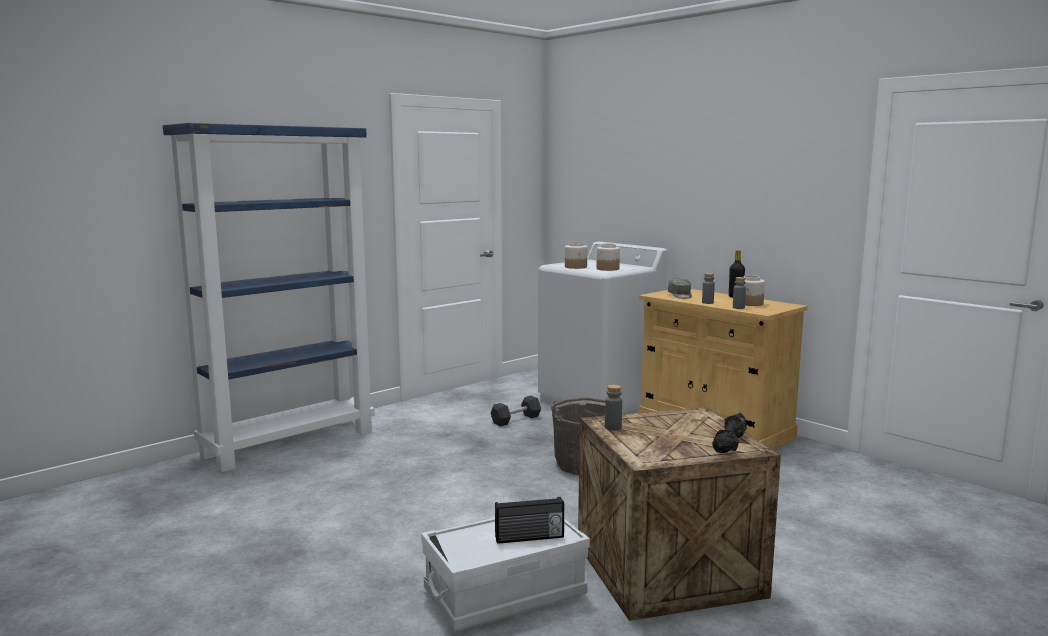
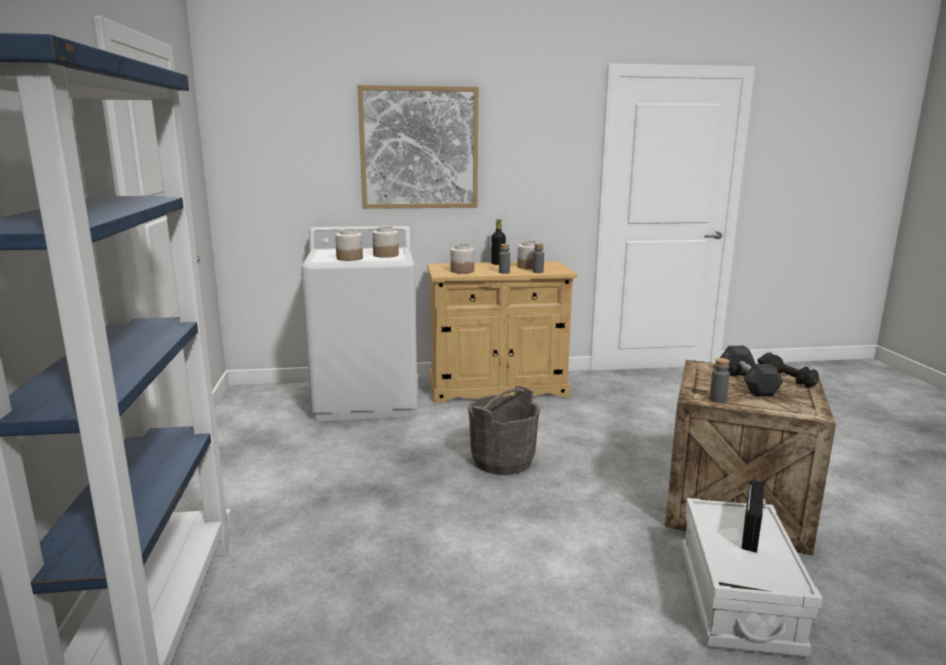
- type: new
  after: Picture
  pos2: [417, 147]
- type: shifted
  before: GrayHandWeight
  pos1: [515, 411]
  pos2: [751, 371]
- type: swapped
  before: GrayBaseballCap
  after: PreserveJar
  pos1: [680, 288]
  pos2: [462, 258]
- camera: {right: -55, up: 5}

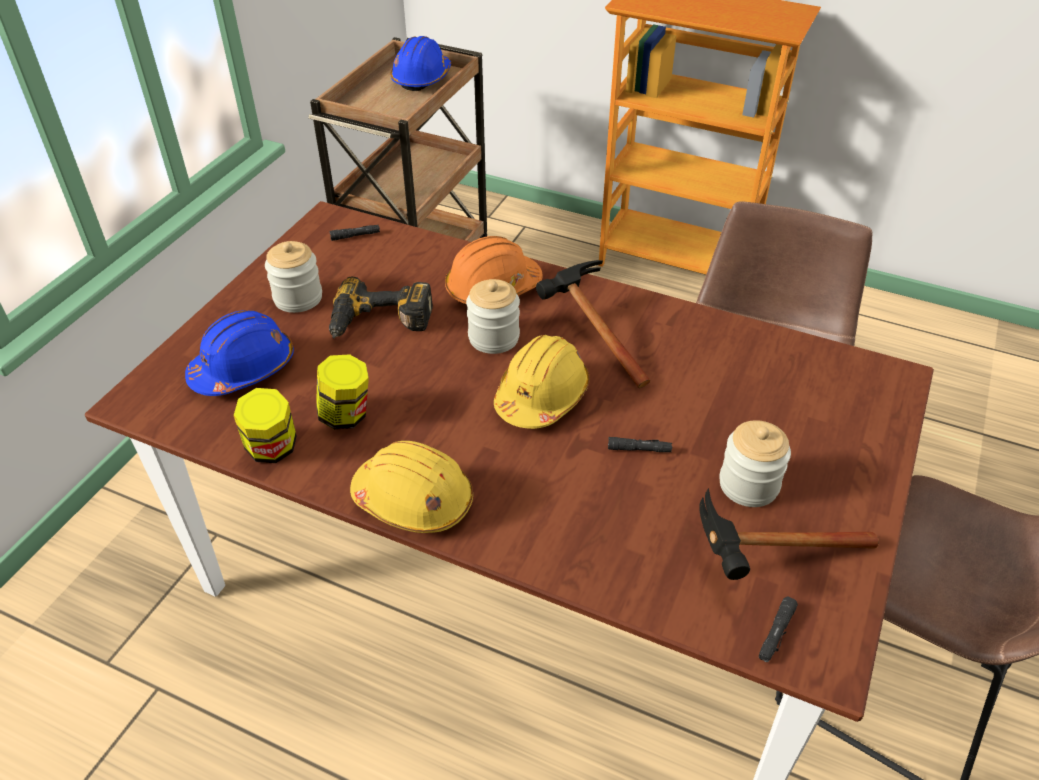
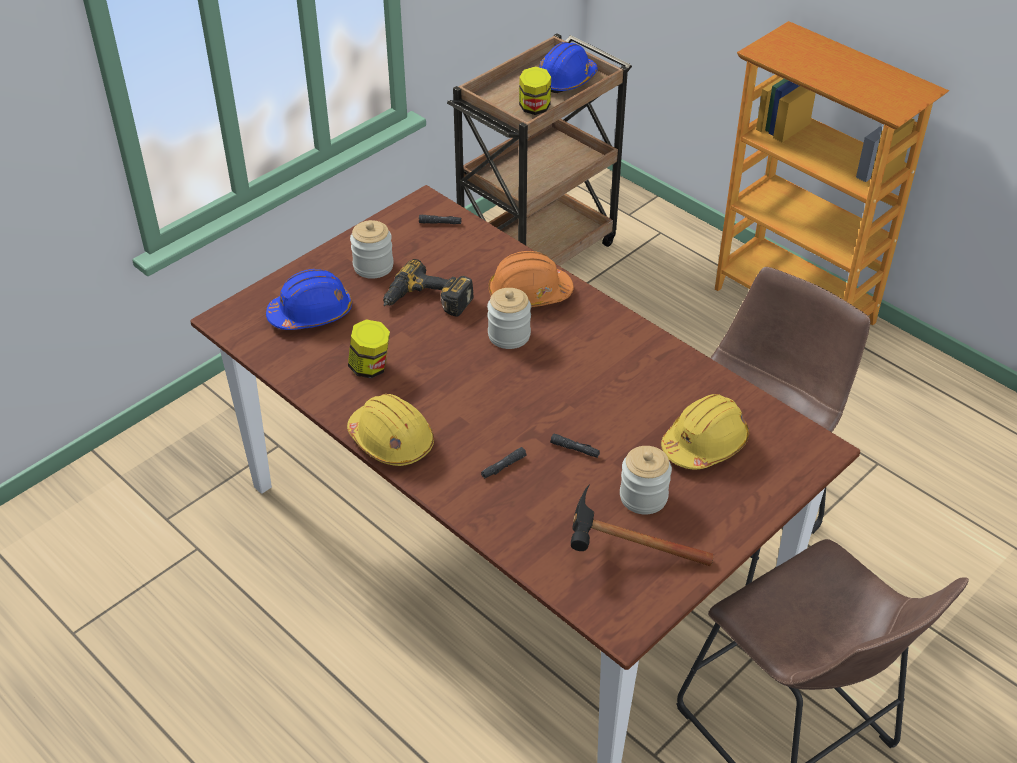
- type: gone
  before: Hammer
  pos1: [593, 324]
- type: shifted
  before: PreserveJar
  pos1: [265, 425]
  pos2: [535, 90]
- type: shifted
  before: YellowSafetyHelmet
  pos1: [542, 382]
  pos2: [705, 431]
- type: shifted
  before: BlackColouredFlashlight
  pos1: [778, 629]
  pos2: [504, 463]
- camera: {right: 20, up: 0}

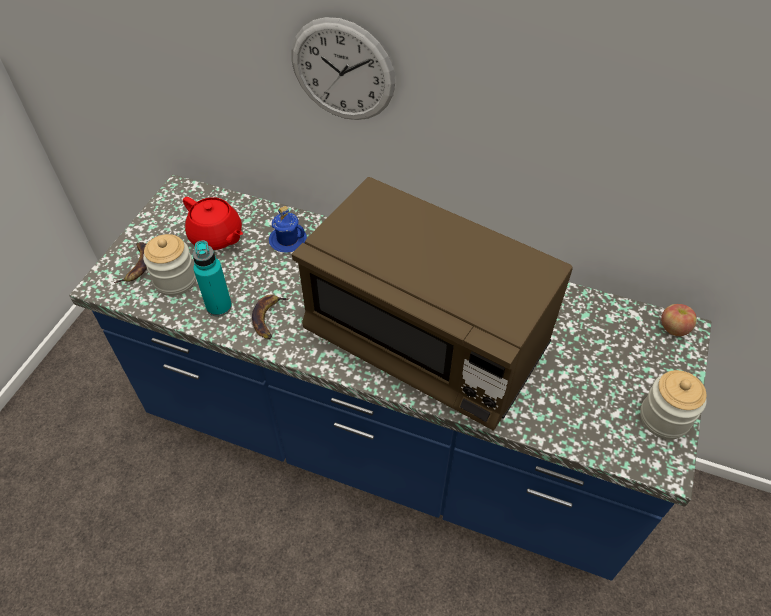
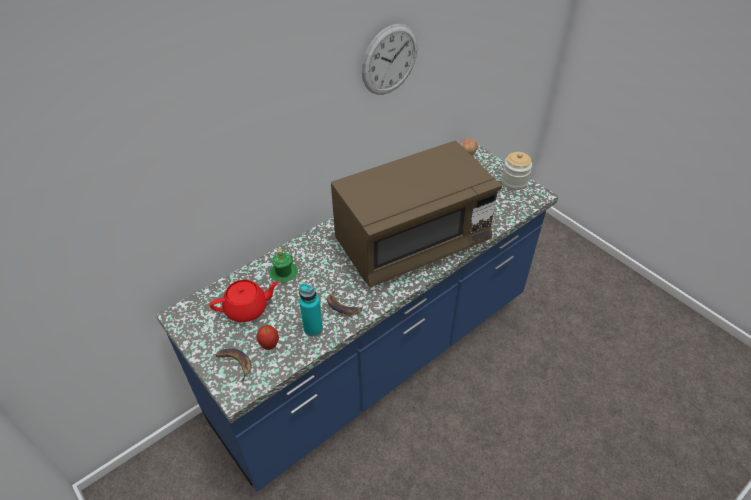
- type: shifted
  before: ClockOnTheWall
  pos1: [343, 68]
  pos2: [389, 59]
- type: swapped
  before: PreserveJar
  after: AppleFruit
  pos1: [169, 265]
  pos2: [268, 337]
- type: repainted
  before: BluishCoffeeMug
  after: GreenishCoffeeMug
  pos1: [288, 229]
  pos2: [283, 265]
- camera: {right: -60, up: -5}

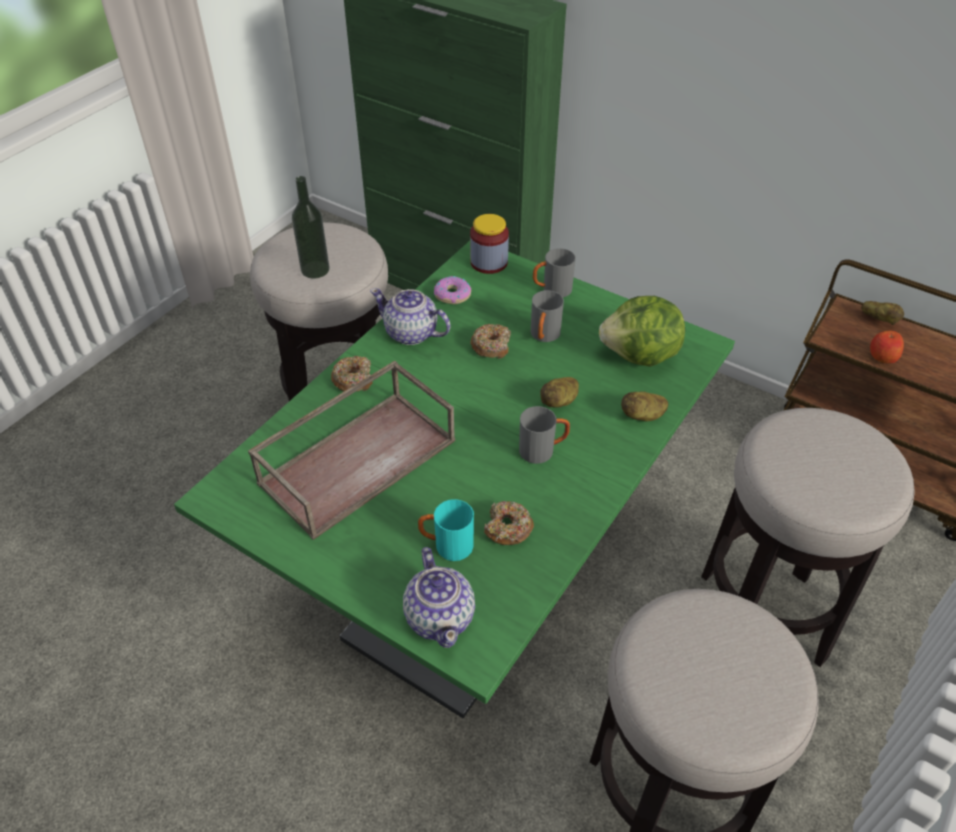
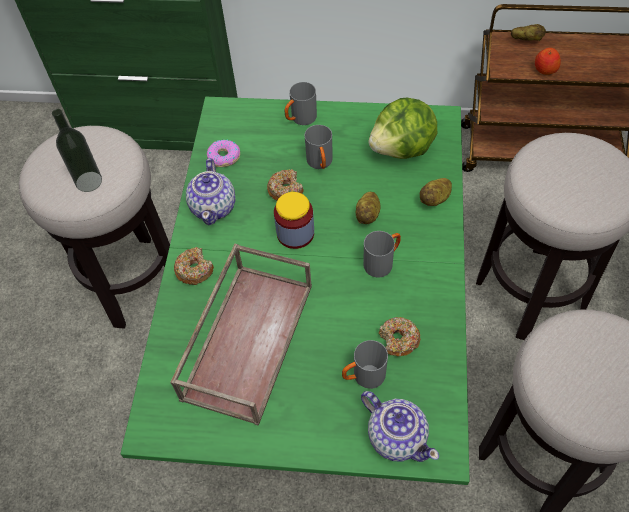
- type: shifted
  before: PreserveJar
  pos1: [489, 244]
  pos2: [294, 220]
- type: repainted
  before: TurquoiseCoffeeMug
  after: GrayCoffeeMug
  pos1: [446, 530]
  pos2: [365, 364]
- type: rotated
  before: Teapot
  pos1: [410, 316]
  pos2: [211, 191]
  turn: -90
- camera: {right: -25, up: 10}

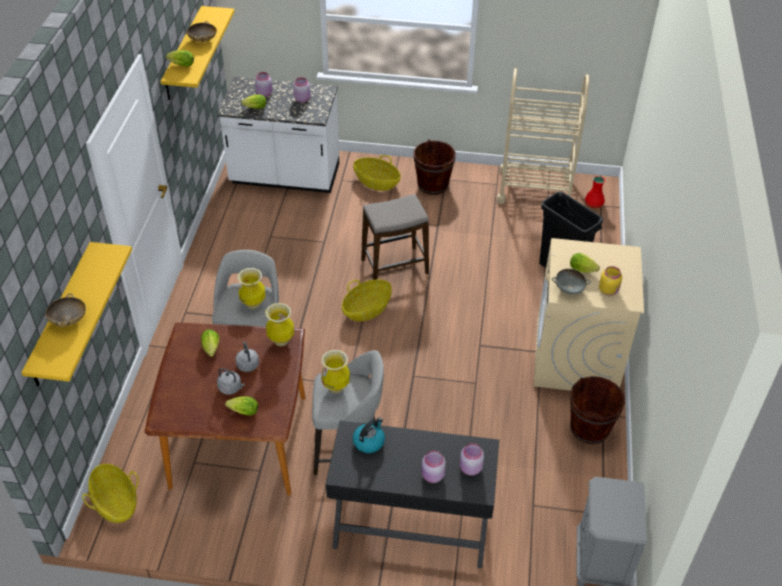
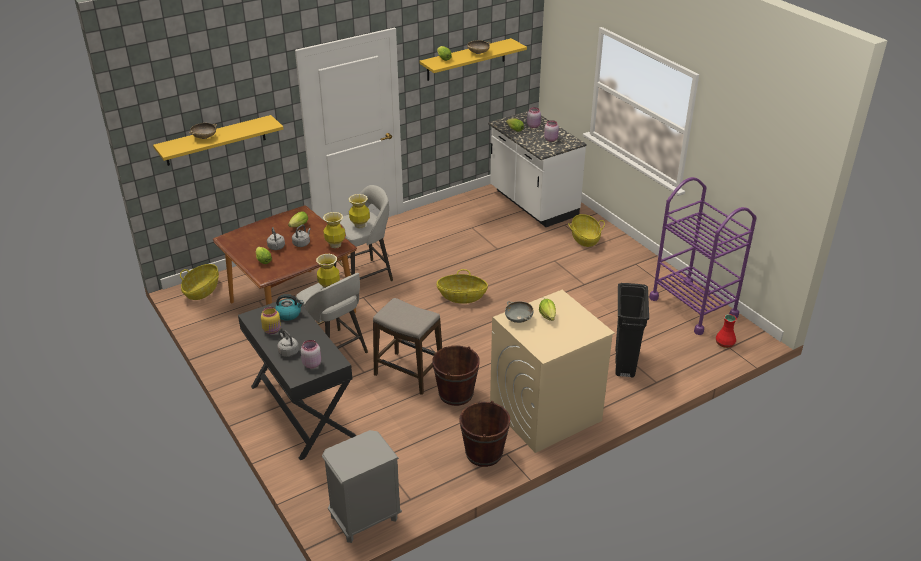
- type: shifted
  before: SittingStool
  pos1: [395, 237]
  pos2: [407, 346]
- type: shifted
  before: BrownishPail
  pos1: [434, 167]
  pos2: [456, 376]
- type: shifted
  before: YellowPreserveJar
  pos1: [610, 281]
  pos2: [271, 320]
- type: swapped
  before: PinkishPreserveJar
  after: GrayKettle
  pos1: [433, 467]
  pos2: [288, 343]
- type: repainted
  before: BeigeColouredTrolley
  after: PurpleTrolley
  pos1: [542, 136]
  pos2: [703, 256]
- camera: {right: 50, up: -10}

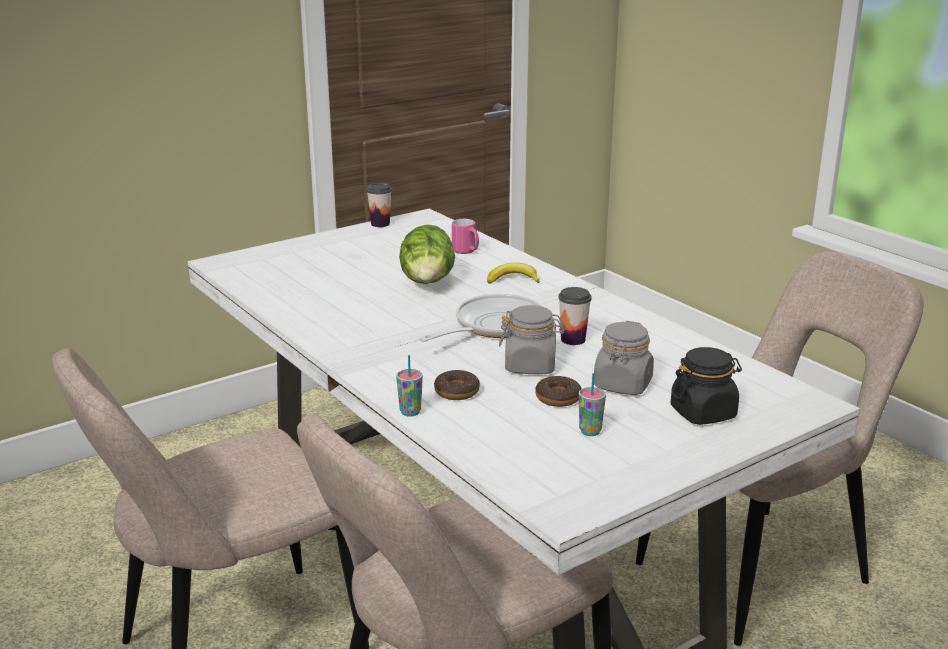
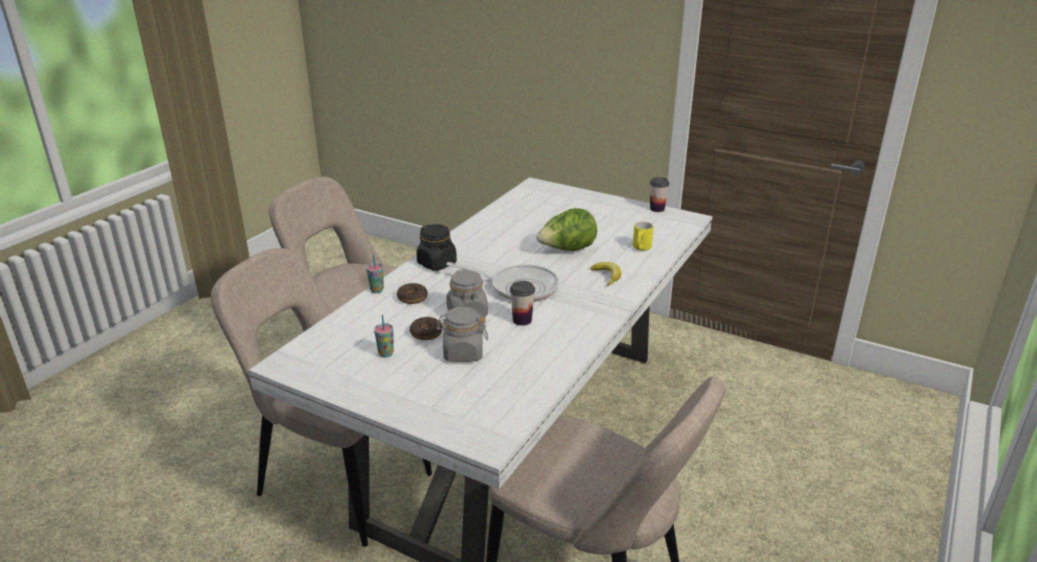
- type: shifted
  before: BlackColouredPreserveJar
  pos1: [706, 386]
  pos2: [436, 247]
- type: repainted
  before: PinkishCoffeeMug
  after: YellowCoffeeMug
  pos1: [465, 236]
  pos2: [643, 236]
- camera: {right: 65, up: 5}

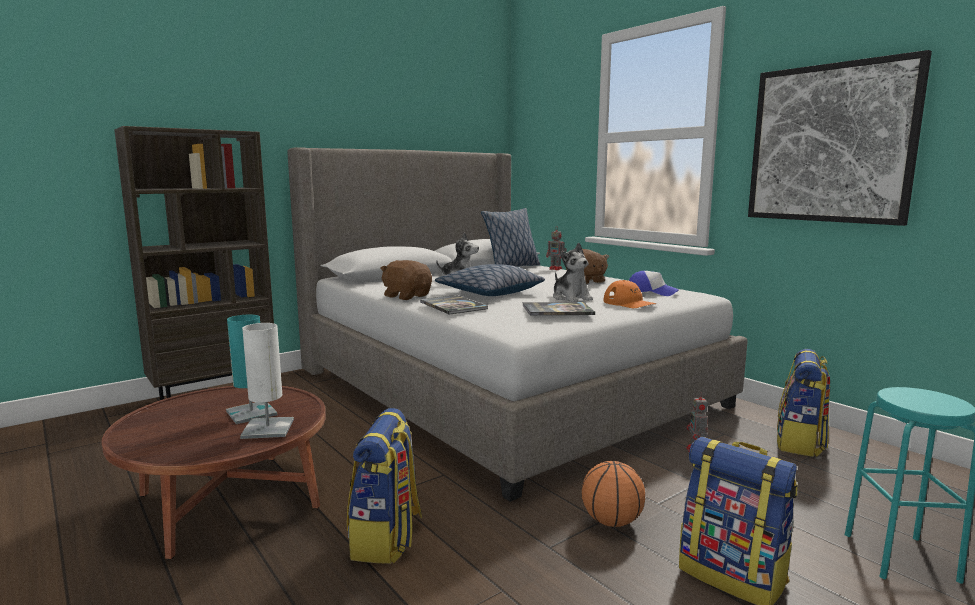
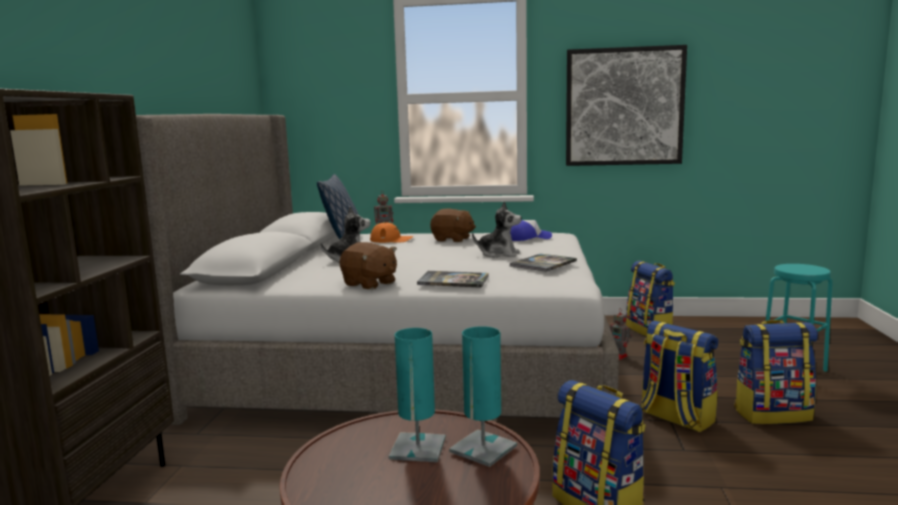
- type: gone
  before: ThrowPillow
  pos1: [490, 280]
- type: shifted
  before: OrangeBaseballCap
  pos1: [630, 294]
  pos2: [392, 232]
- type: swapped
  before: BallForBasketball
  after: Rucksack
  pos1: [613, 494]
  pos2: [679, 376]
- type: repainted
  before: WhiteTableLamp
  after: TurquoiseTableLamp
  pos1: [267, 381]
  pos2: [483, 396]
- type: rotated
  before: BrownishCuddlyToy
  pos1: [406, 280]
  pos2: [368, 266]
  turn: -135
- camera: {right: -45, up: 0}

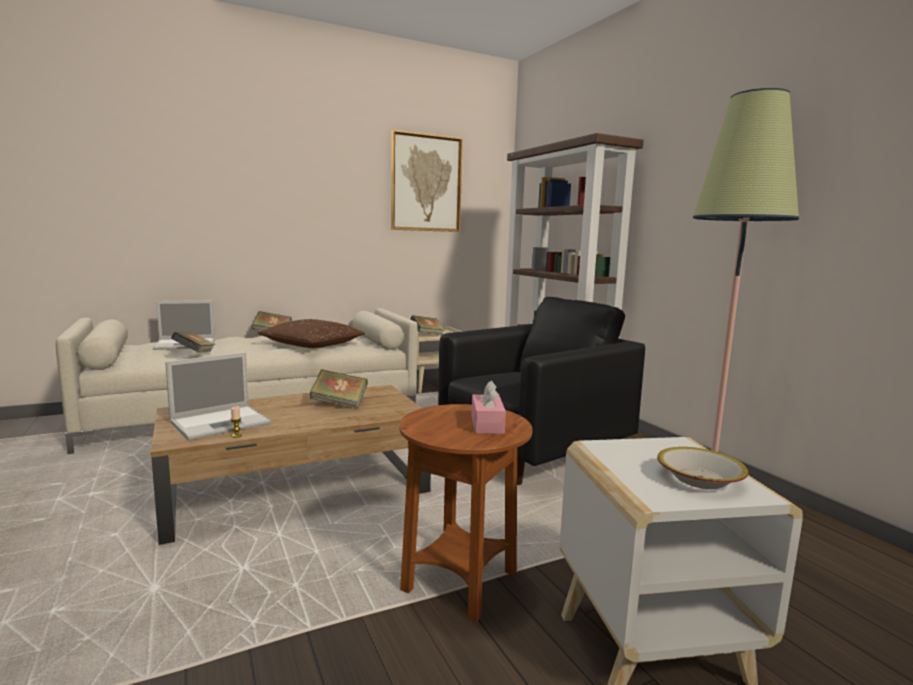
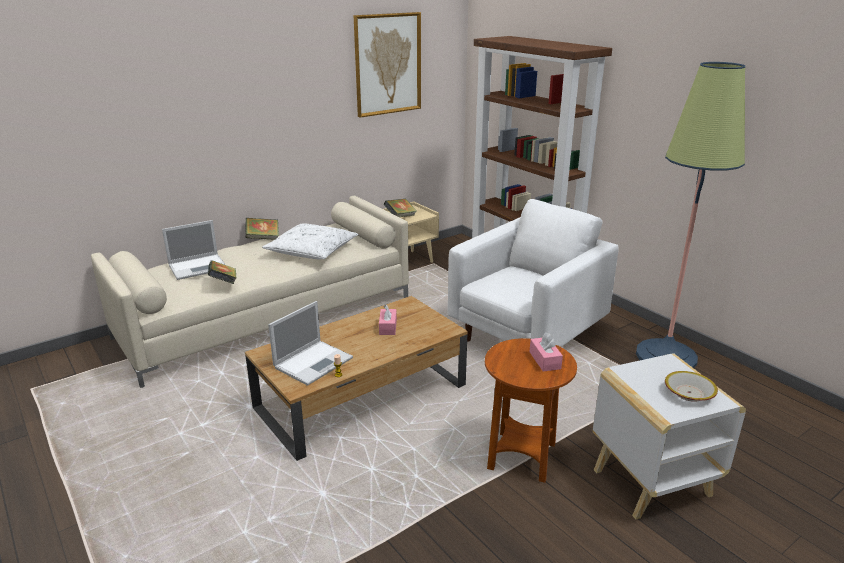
- type: swapped
  before: Volume
  after: PinkishTissueBox
  pos1: [339, 389]
  pos2: [388, 320]
- type: repainted
  before: BrownishThrowPillow
  after: WhiteThrowPillow
  pos1: [311, 333]
  pos2: [310, 241]
- type: repainted
  before: BlackColouredArmchair
  after: WhiteArmchair
  pos1: [541, 391]
  pos2: [533, 273]
- camera: {right: -10, up: 15}

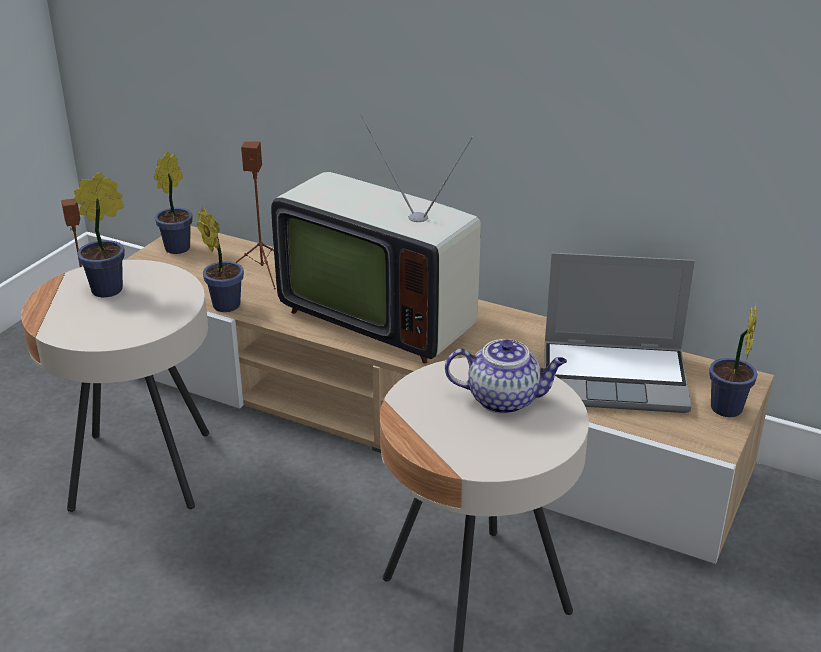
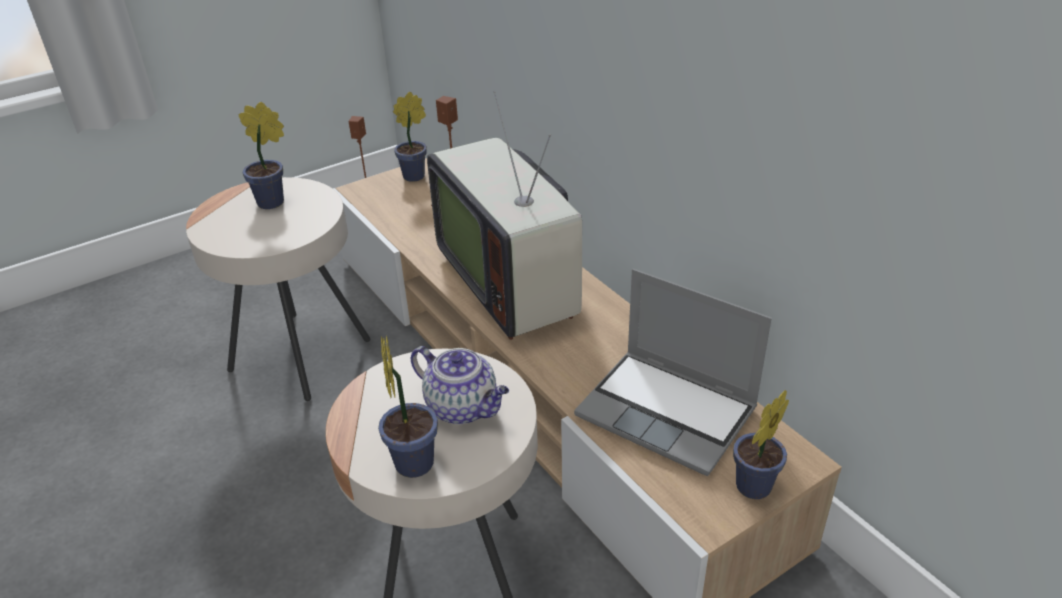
- type: shifted
  before: PottedPlant
  pos1: [220, 259]
  pos2: [408, 407]
- camera: {right: 30, up: 5}

